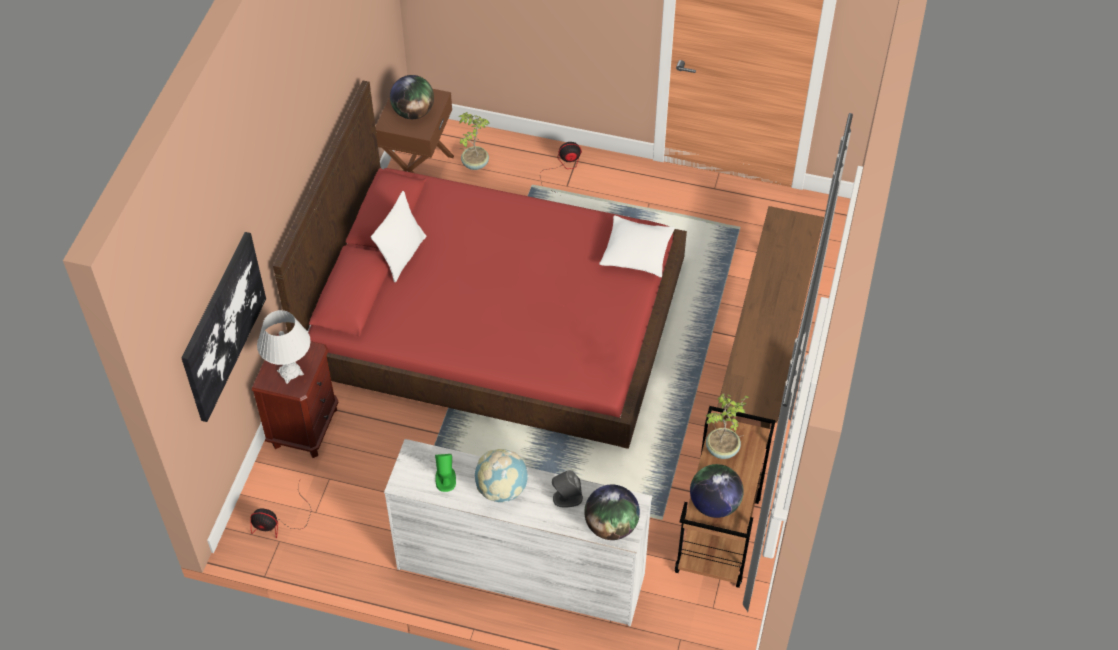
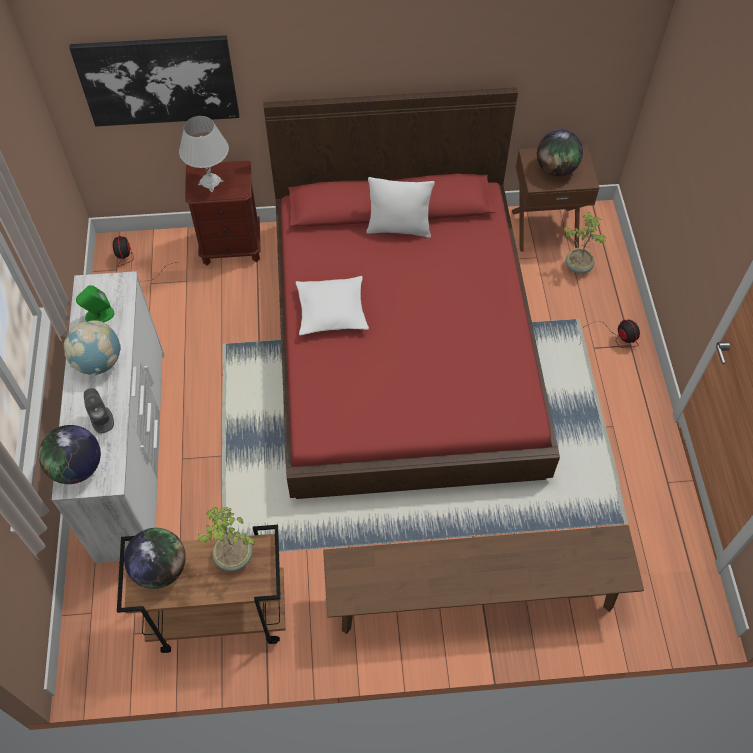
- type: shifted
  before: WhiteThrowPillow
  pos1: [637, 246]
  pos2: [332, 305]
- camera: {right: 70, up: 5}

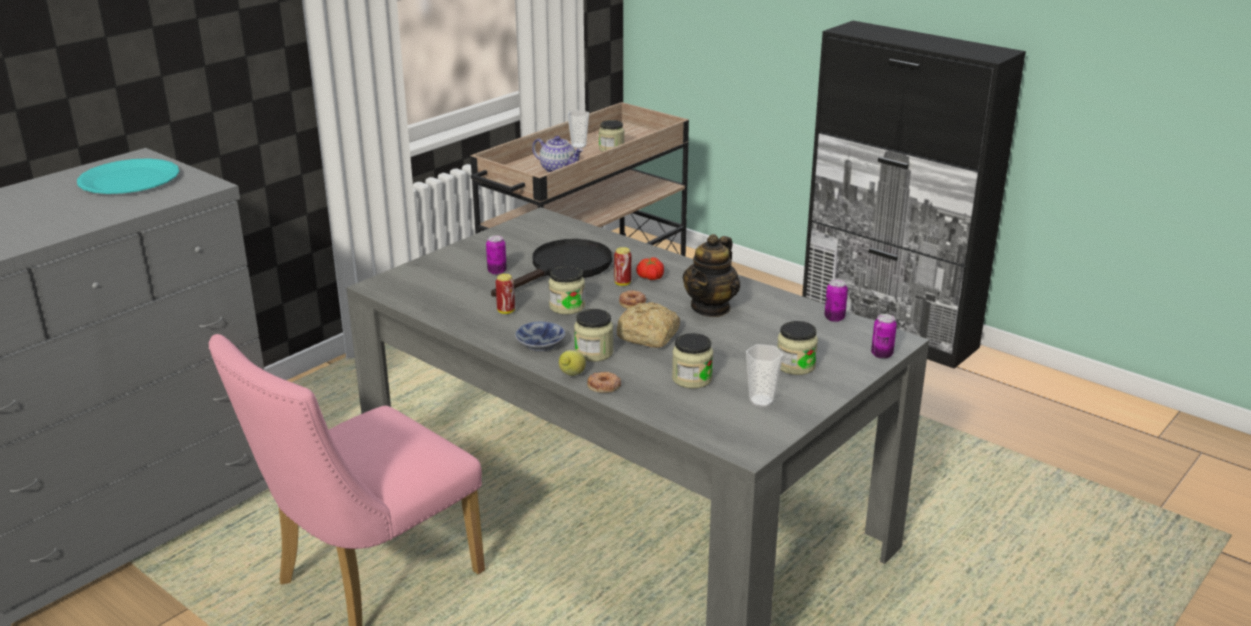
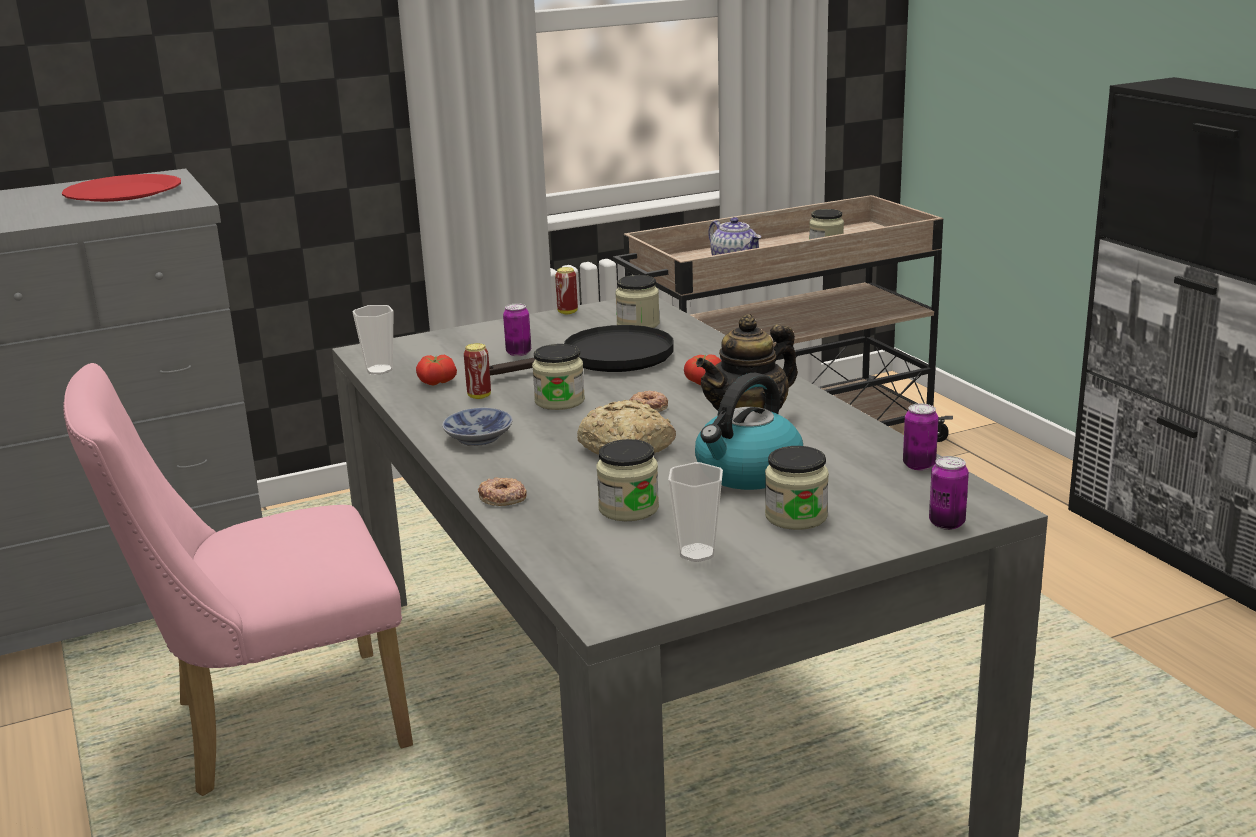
- type: gone
  before: WholeLemon
  pos1: [572, 363]
- type: new
  after: Tomato
  pos2: [436, 370]
- type: new
  after: Kettle
  pos2: [749, 431]
- type: shifted
  before: Cup
  pos1: [578, 129]
  pos2: [372, 339]
- type: shifted
  before: PreserveJar
  pos1: [593, 335]
  pos2: [637, 301]
- type: shifted
  before: MetalCan
  pos1: [622, 266]
  pos2: [566, 290]
- type: repainted
  before: TurquoiseDinnerPlate
  after: RedColouredDinnerPlate
  pos1: [128, 176]
  pos2: [121, 188]
- camera: {right: 25, up: -5}

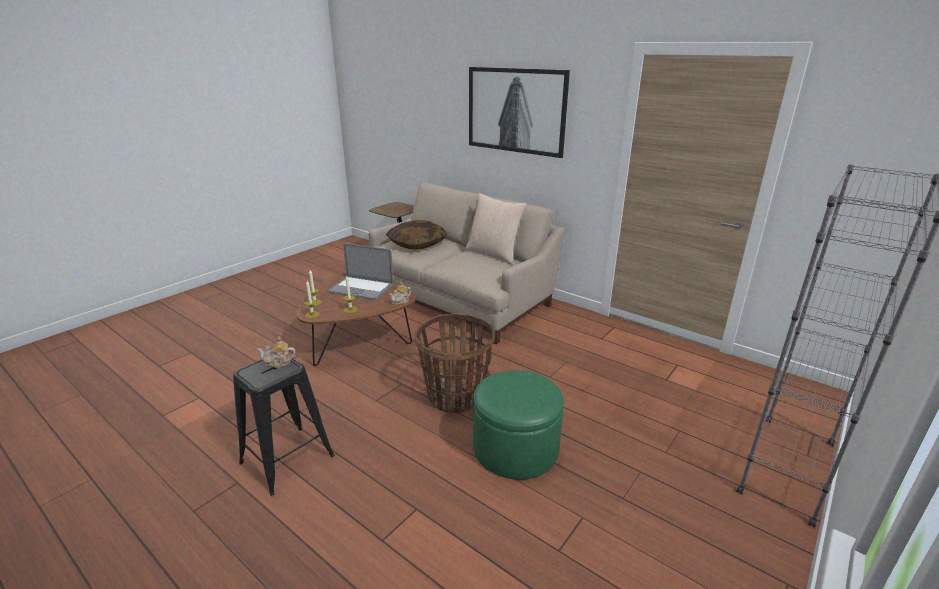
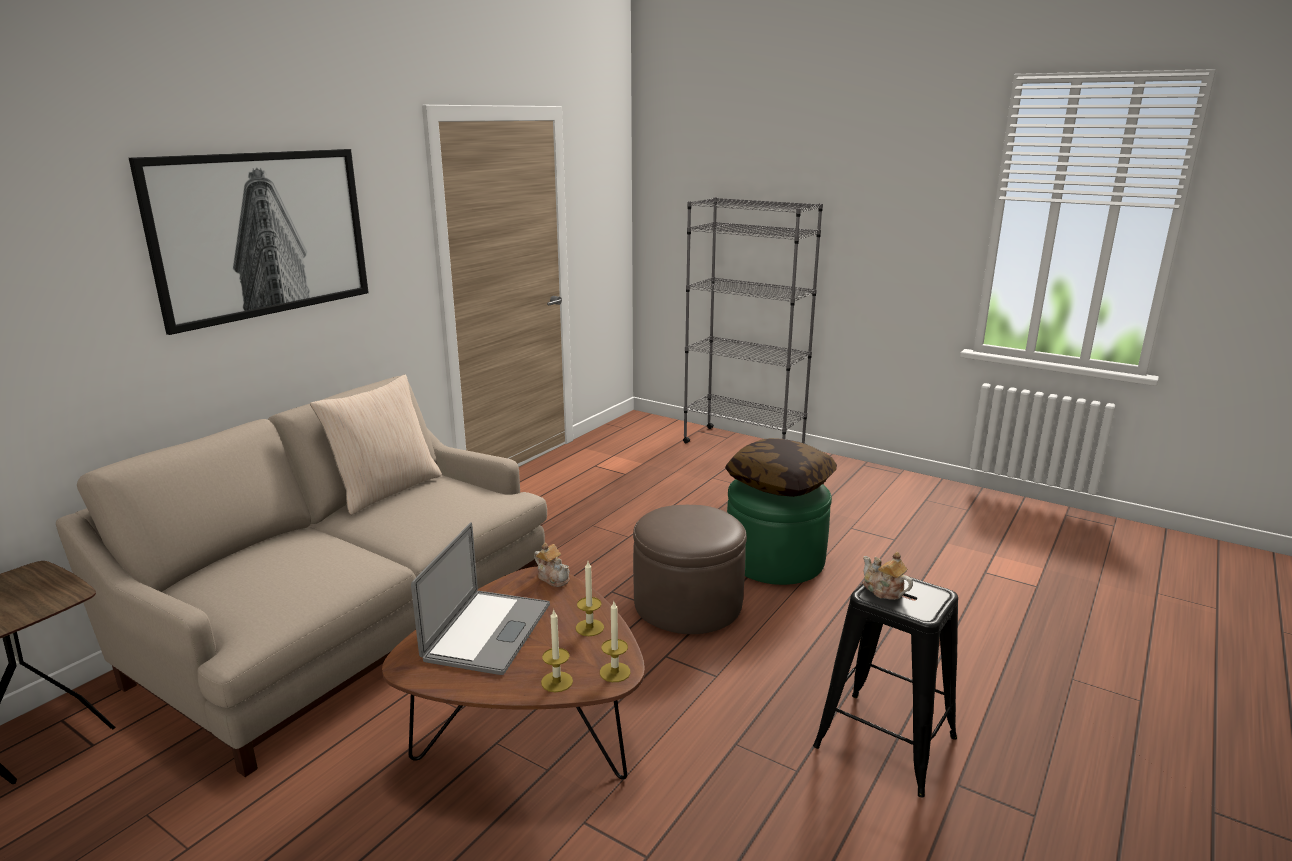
- type: shifted
  before: ThrowPillow
  pos1: [416, 235]
  pos2: [781, 467]
- type: swapped
  before: Basket
  after: BrownishPouffe
  pos1: [455, 363]
  pos2: [690, 569]
- type: rotated
  before: Teapot
  pos1: [276, 352]
  pos2: [888, 576]
  turn: 150
- camera: {right: -95, up: -5}

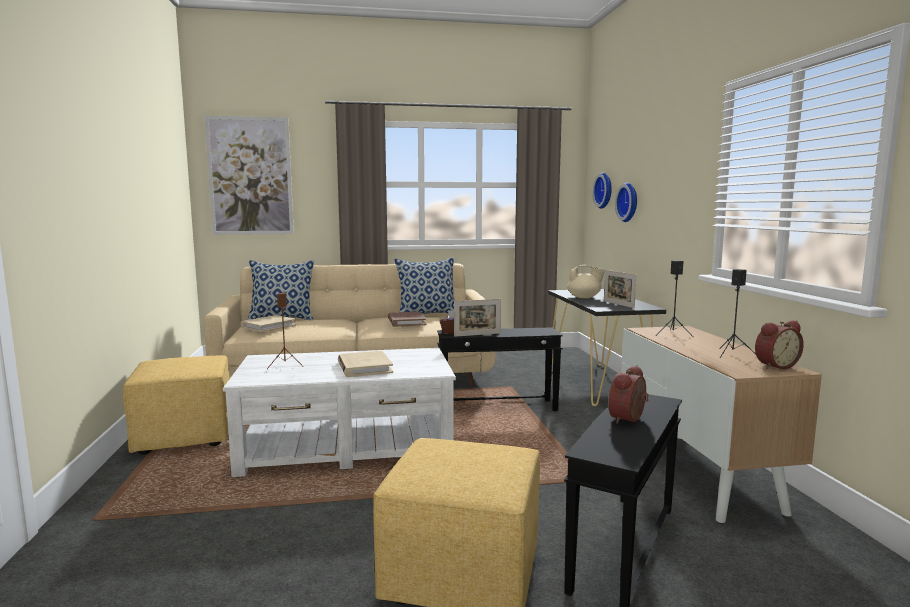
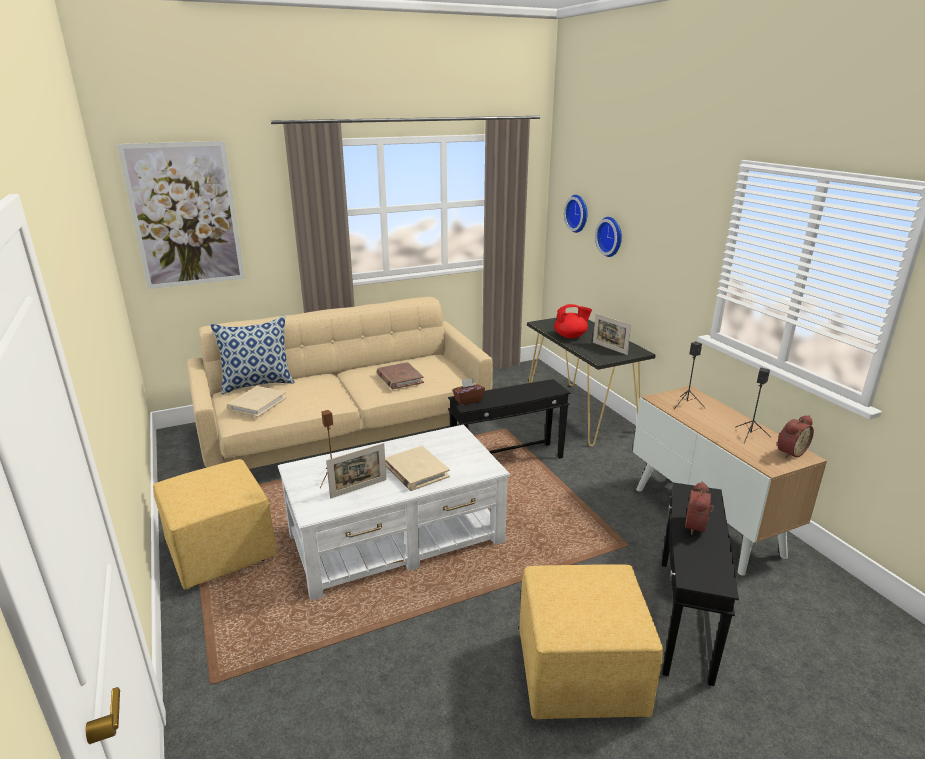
- type: gone
  before: ThrowPillow
  pos1: [424, 285]
- type: shifted
  before: PictureFrame
  pos1: [477, 318]
  pos2: [356, 471]
- type: repainted
  before: BeigeColouredTeapot
  after: RedColouredTeapot
  pos1: [586, 281]
  pos2: [573, 321]
- camera: {right: -15, up: 15}

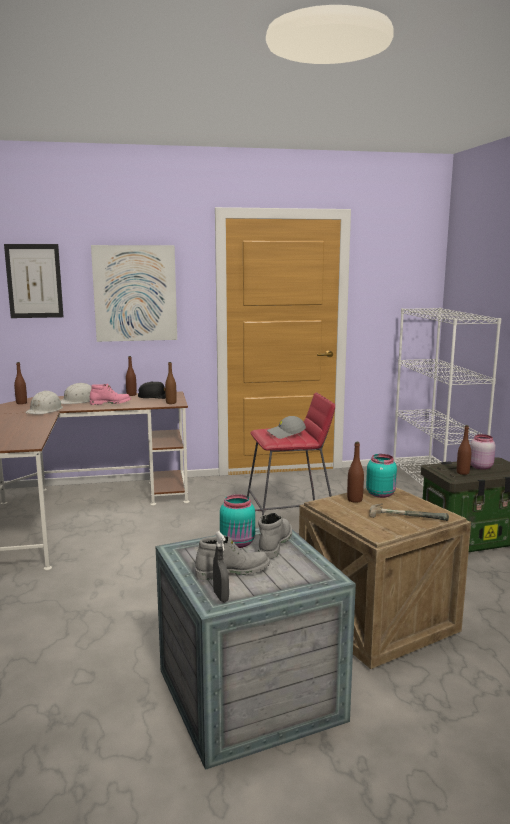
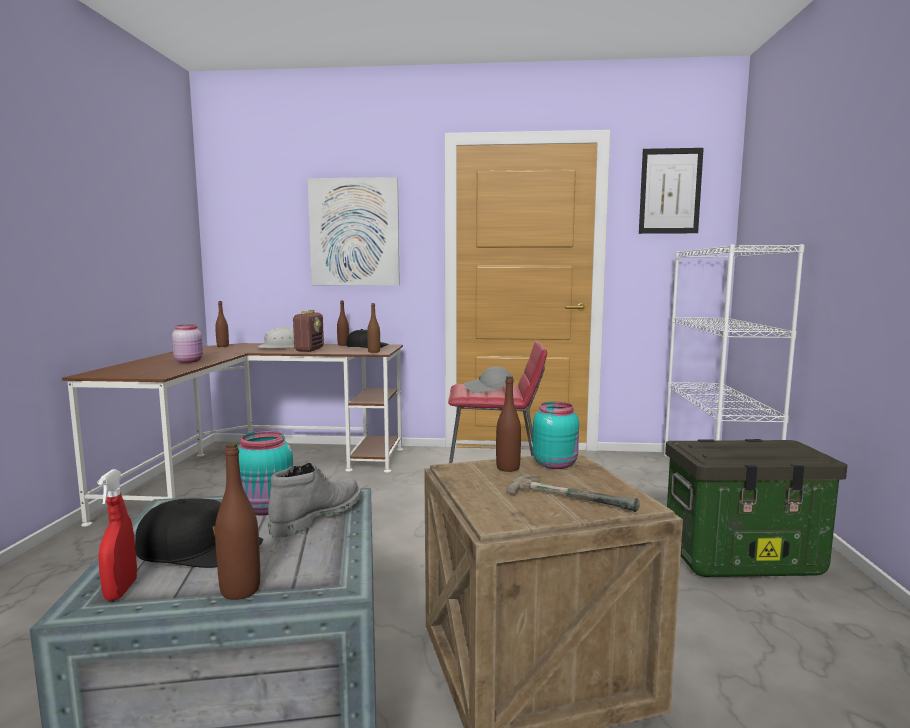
- type: gone
  before: WhiteSafetyHelmet
  pos1: [44, 403]
- type: shifted
  before: Picture
  pos1: [34, 281]
  pos2: [671, 191]
- type: shifted
  before: BrownishBottle
  pos1: [464, 450]
  pos2: [237, 521]
- type: shifted
  before: PinkishPreserveJar
  pos1: [483, 452]
  pos2: [187, 344]
- type: swapped
  before: PinkishBoot
  after: Radio
  pos1: [110, 394]
  pos2: [308, 331]
- type: swapped
  before: GrayBoot
  after: BlackColouredBaseballCap
  pos1: [232, 557]
  pos2: [199, 533]
- type: repainted
  before: GraySprayer
  after: RedColouredSprayer
  pos1: [221, 566]
  pos2: [117, 535]
- camera: {right: 15, up: -5}

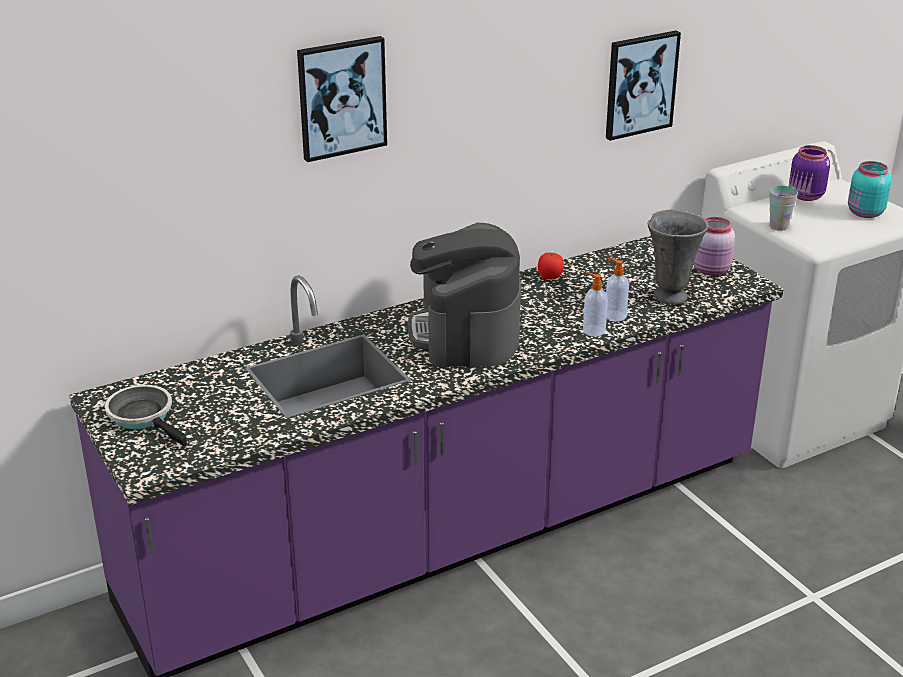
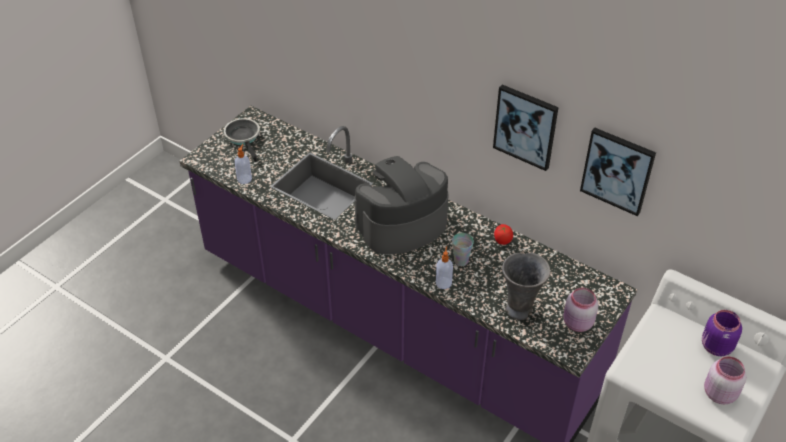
- type: shifted
  before: Picture
  pos1: [342, 99]
  pos2: [526, 128]
- type: shifted
  before: SoapDispenser
  pos1: [617, 289]
  pos2: [243, 164]
- type: shifted
  before: Cup
  pos1: [783, 208]
  pos2: [463, 249]
- type: repainted
  before: TurquoisePreserveJar
  after: PinkishPreserveJar
  pos1: [869, 189]
  pos2: [725, 380]
- type: rotated
  before: Skillet
  pos1: [146, 416]
  pos2: [242, 140]
  turn: -45
- camera: {right: 65, up: 15}

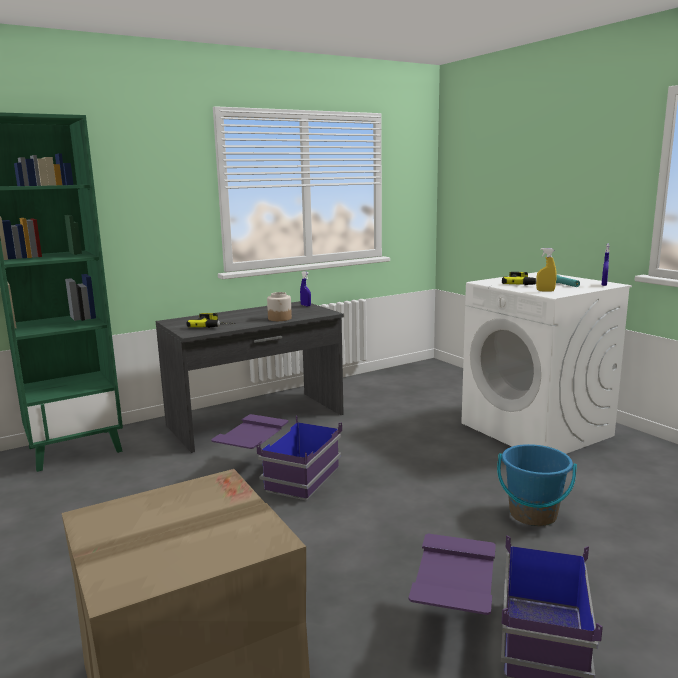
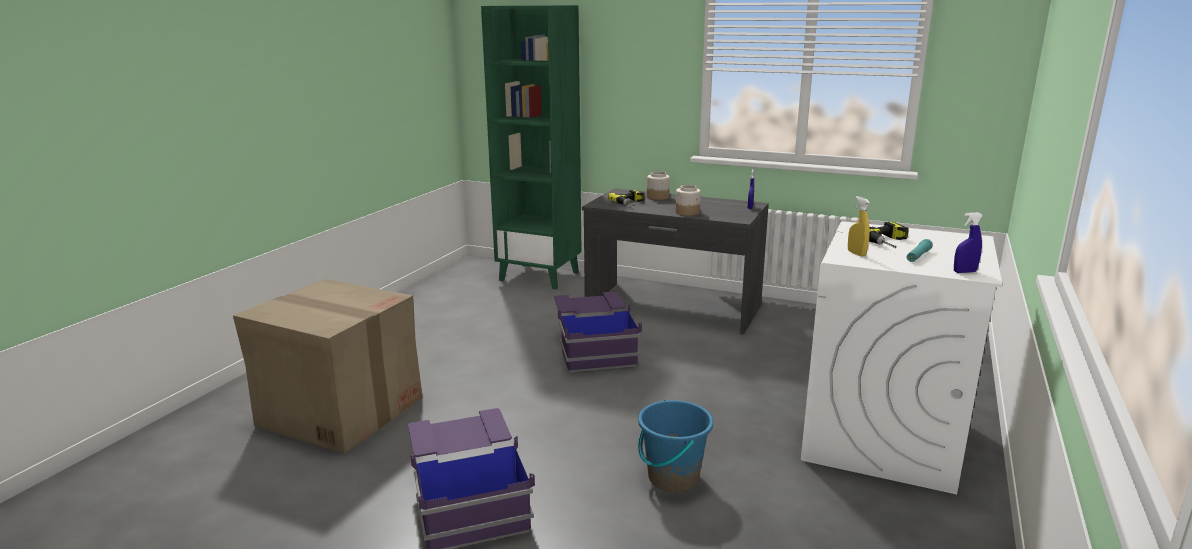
- type: new
  after: PreserveJar
  pos2: [658, 186]
- camera: {right: 55, up: 5}

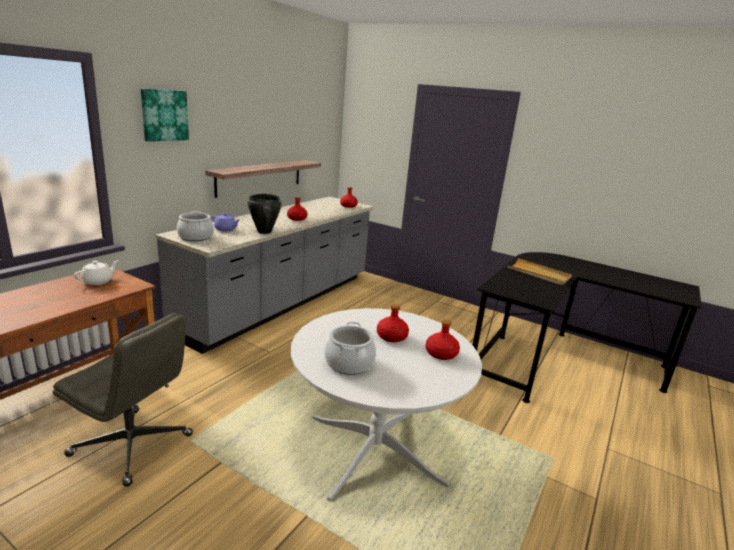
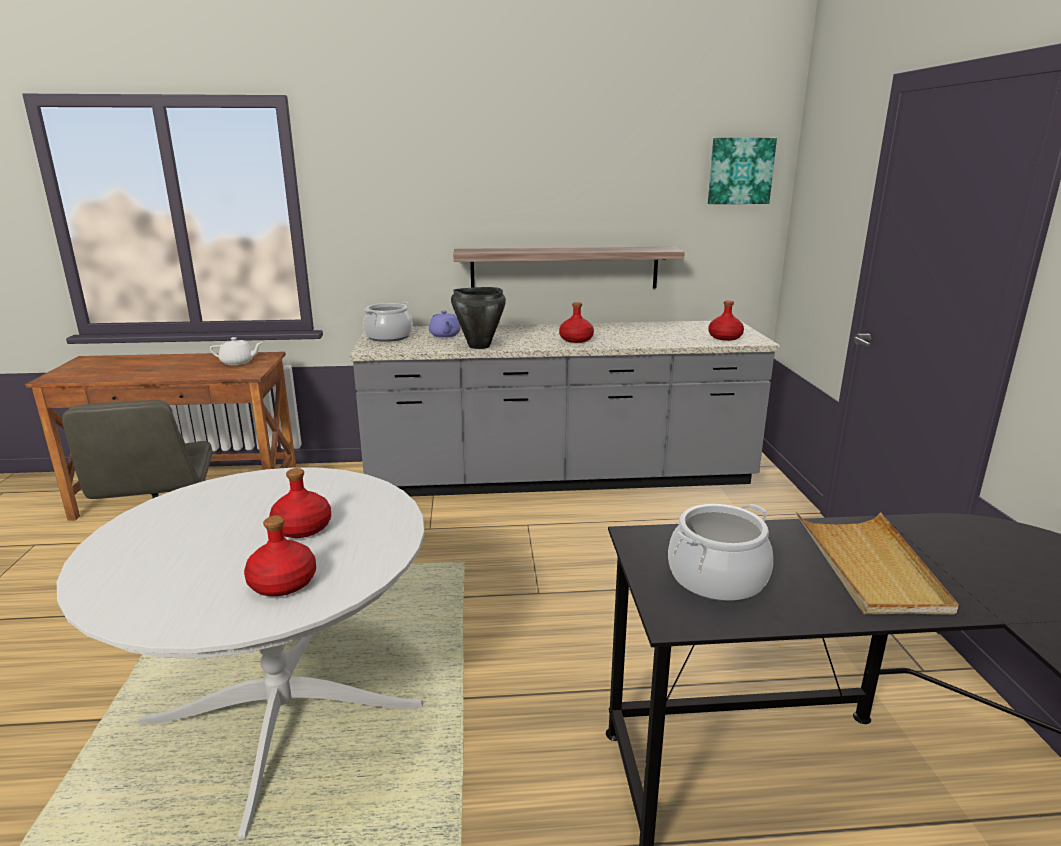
- type: shifted
  before: Picture
  pos1: [165, 115]
  pos2: [742, 171]
- type: shifted
  before: Stockpot
  pos1: [350, 348]
  pos2: [720, 553]
- camera: {right: 55, up: 0}

